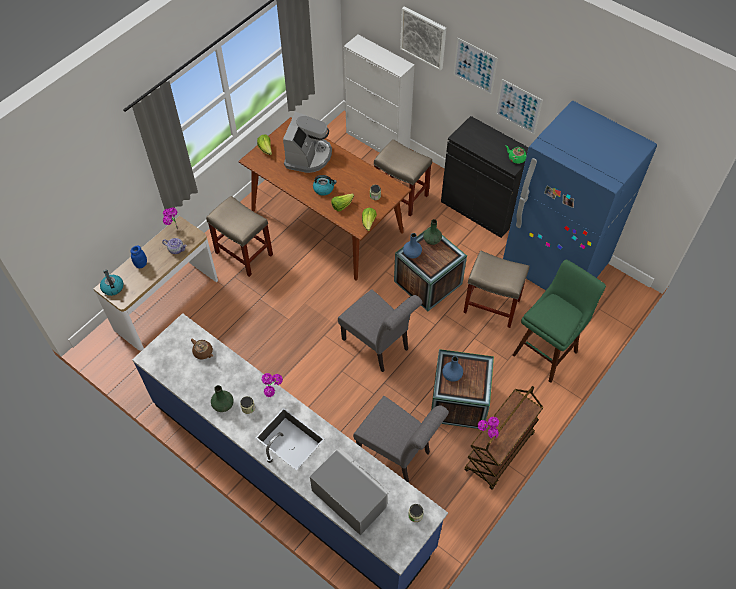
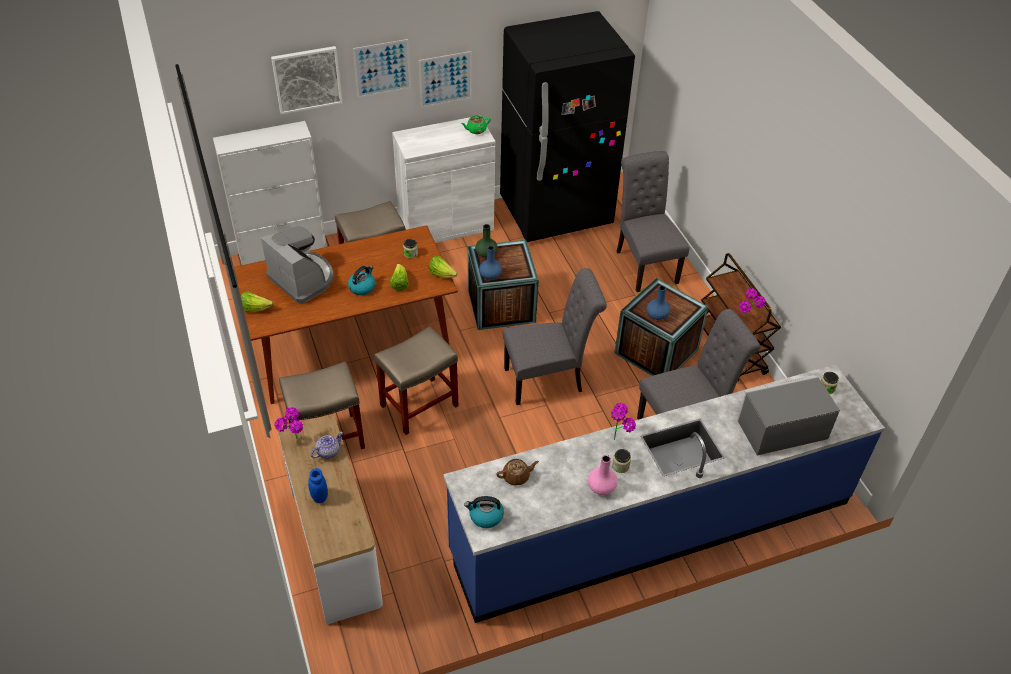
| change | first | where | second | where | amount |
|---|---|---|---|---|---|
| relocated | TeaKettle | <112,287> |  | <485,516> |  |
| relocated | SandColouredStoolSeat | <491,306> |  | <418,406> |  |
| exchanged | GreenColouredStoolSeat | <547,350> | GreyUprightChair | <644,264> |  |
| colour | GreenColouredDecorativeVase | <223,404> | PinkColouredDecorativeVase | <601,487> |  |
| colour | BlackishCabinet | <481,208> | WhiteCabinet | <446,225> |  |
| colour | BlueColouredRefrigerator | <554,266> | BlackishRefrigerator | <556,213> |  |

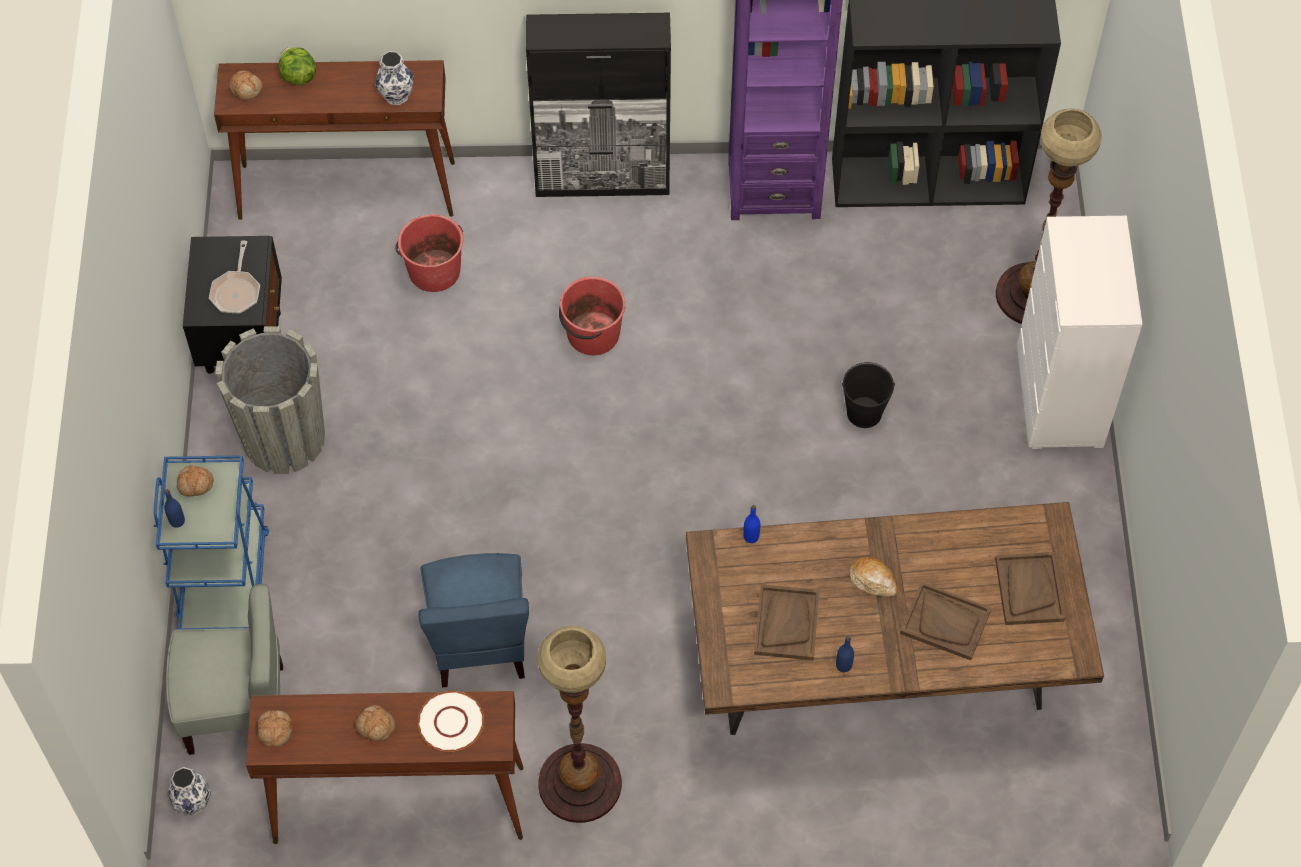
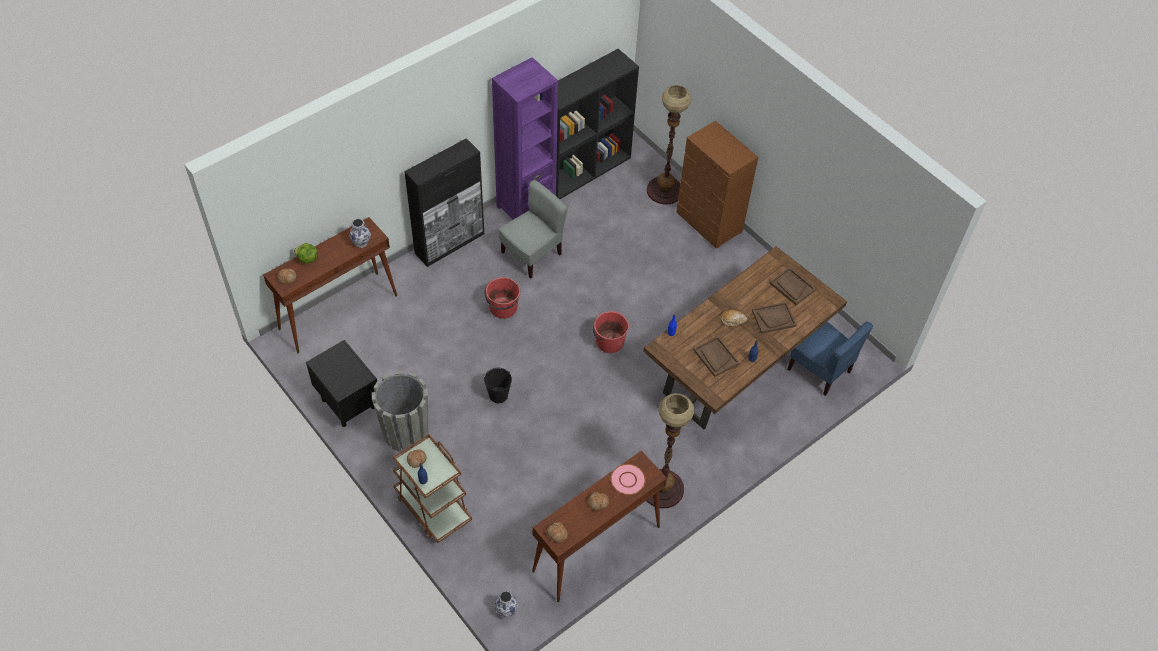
| change | first | where | second | where | amount |
|---|---|---|---|---|---|
| missing | FryingPan | <236,291> |  |  |  |
| relocated | GreyUprightChair | <237,707> |  | <532,254> |  |
| relocated | RedColouredPail | <434,270> |  | <609,342> |  |
| relocated | BlueColouredUprightChair | <479,642> |  | <820,370> |  |
| relocated | BlackishPail | <864,413> |  | <498,395> |  |
| colour | BlueColouredTrolley | <225,577> | BrownColouredTrolley | <433,507> |  |
| colour | WhiteDinnerPlate | <450,722> | PinkColouredDinnerPlate | <628,480> |  |
| colour | WhiteChestOfDrawers | <1059,397> | BrownColouredChestOfDrawers | <709,223> |  |

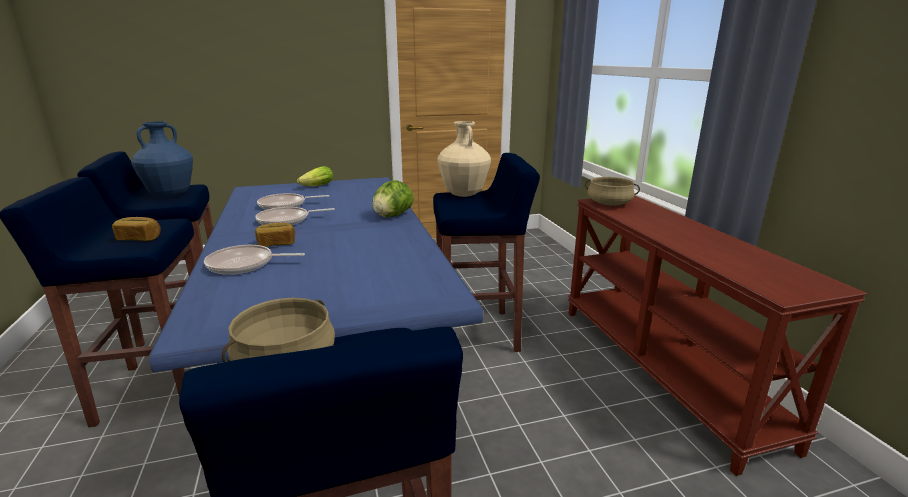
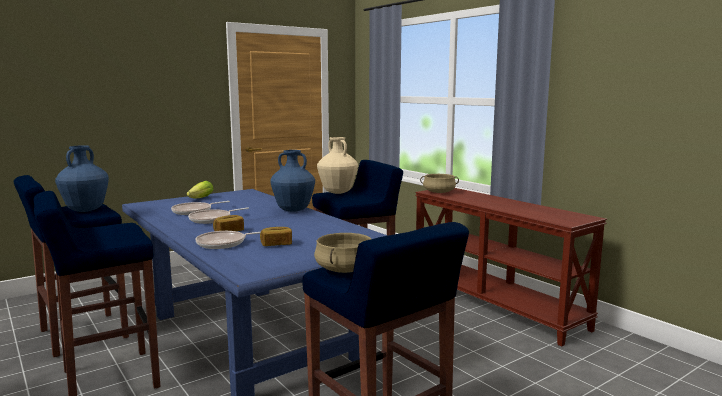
| change | first | where | second | where | amount |
|---|---|---|---|---|---|
| relocated | BakeryBread | <140,238> |  | <276,244> |  |
| exchanged | LettuceHead | <392,216> | BlueColouredDecorativeVase | <293,210> |  |

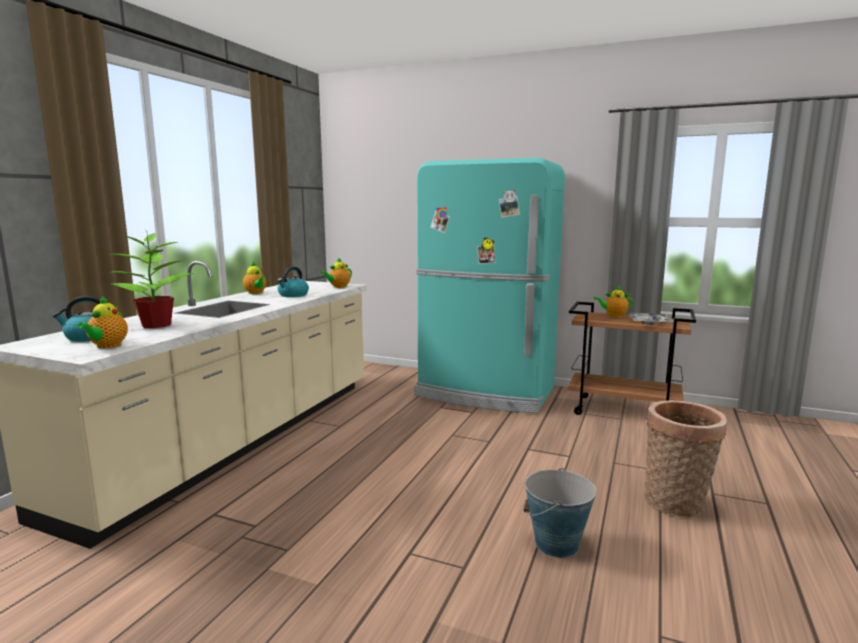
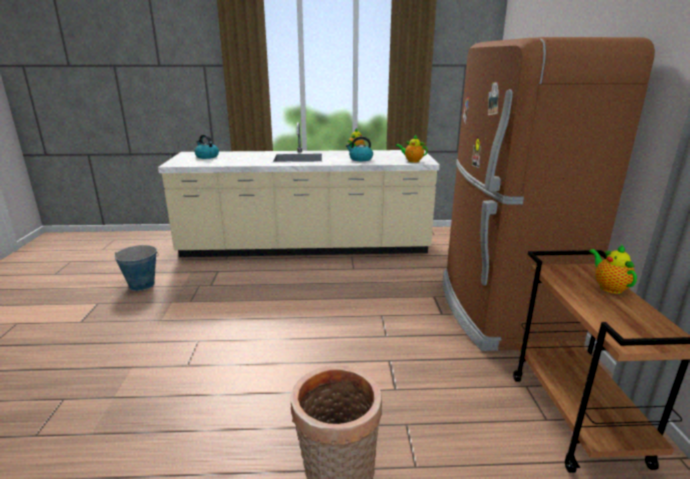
| change | first | where | second | where | amount |
|---|---|---|---|---|---|
| missing | TeaPot | <107,346> |  |  |  |
| missing | Houseplant | <155,325> |  |  |  |
| missing | Tray | <649,323> |  |  |  |
| relocated | Pail | <556,544> |  | <141,285> |  |
| colour | TurquoiseRefrigerator | <486,392> | BrownColouredRefrigerator | <501,310> |  |

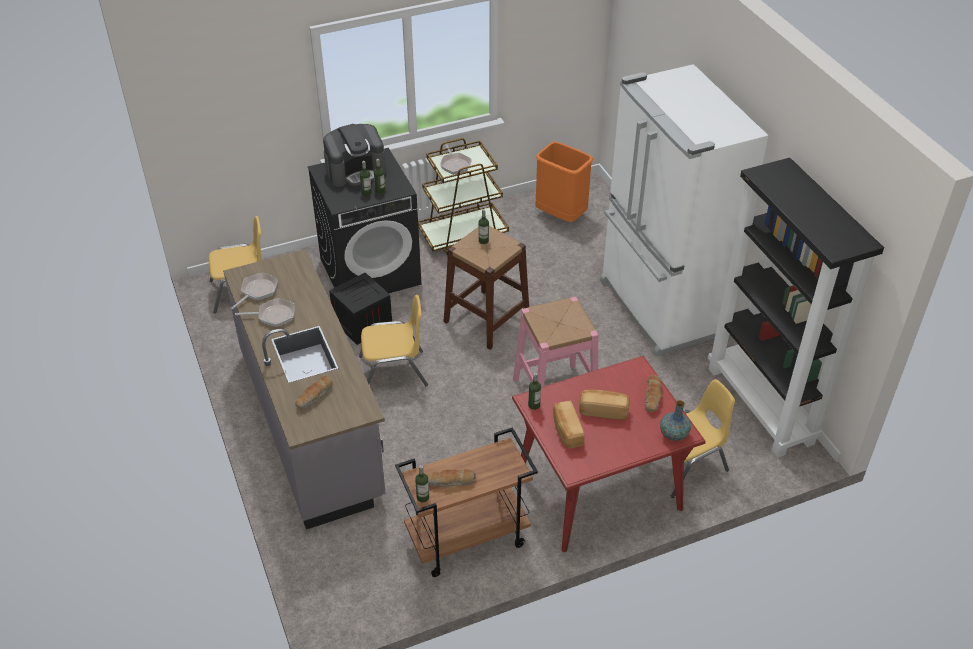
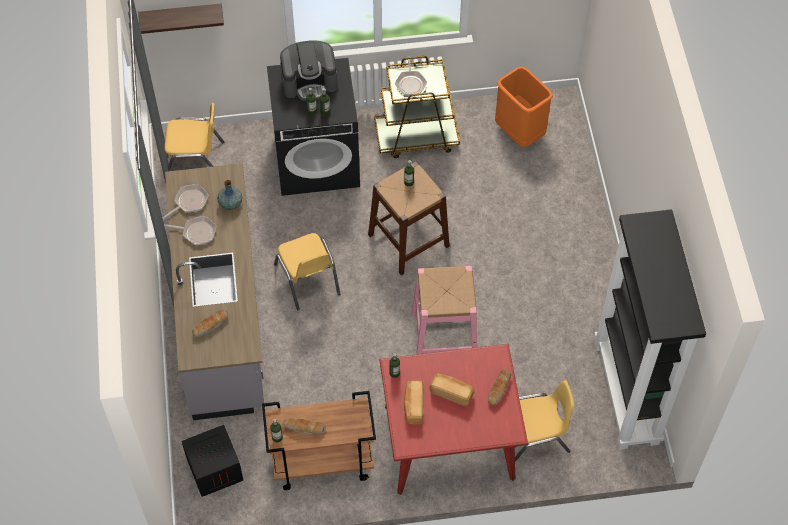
| change | first | where | second | where | amount |
|---|---|---|---|---|---|
| missing | WhiteRefrigerator | <659,308> |  |  |  |
| appeared |  |  | Shelf | <181,17> |  |
| relocated | Crate | <362,324> |  | <214,470> |  |
| relocated | DecorativeVase | <673,434> |  | <230,203> |  |
| spun | YellowUprightChair | <393,372> |  | <307,279> | 60 degrees clockwise |

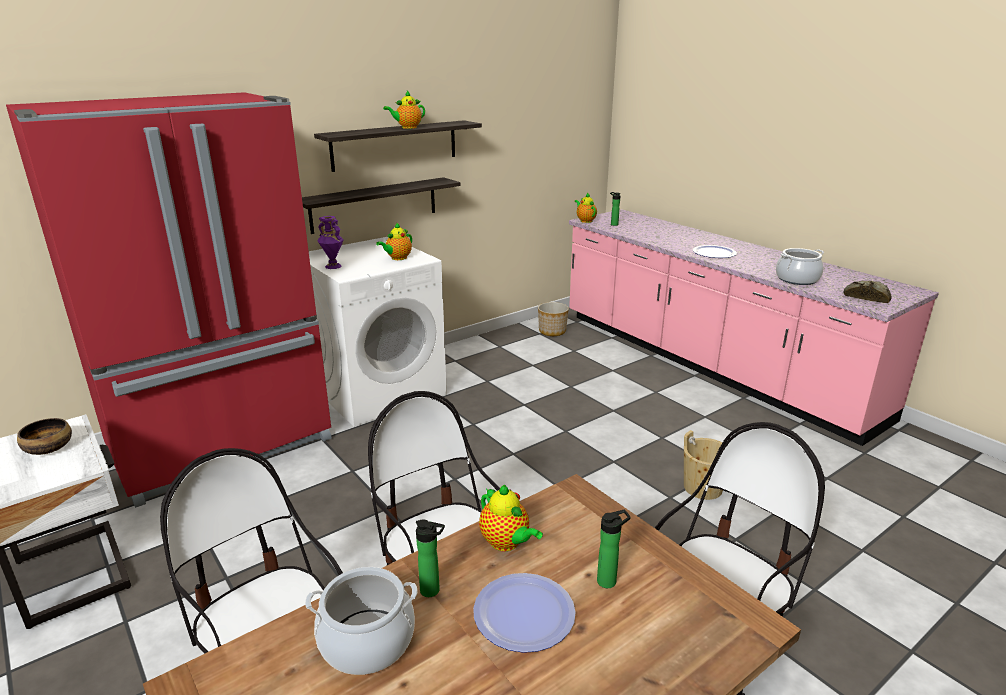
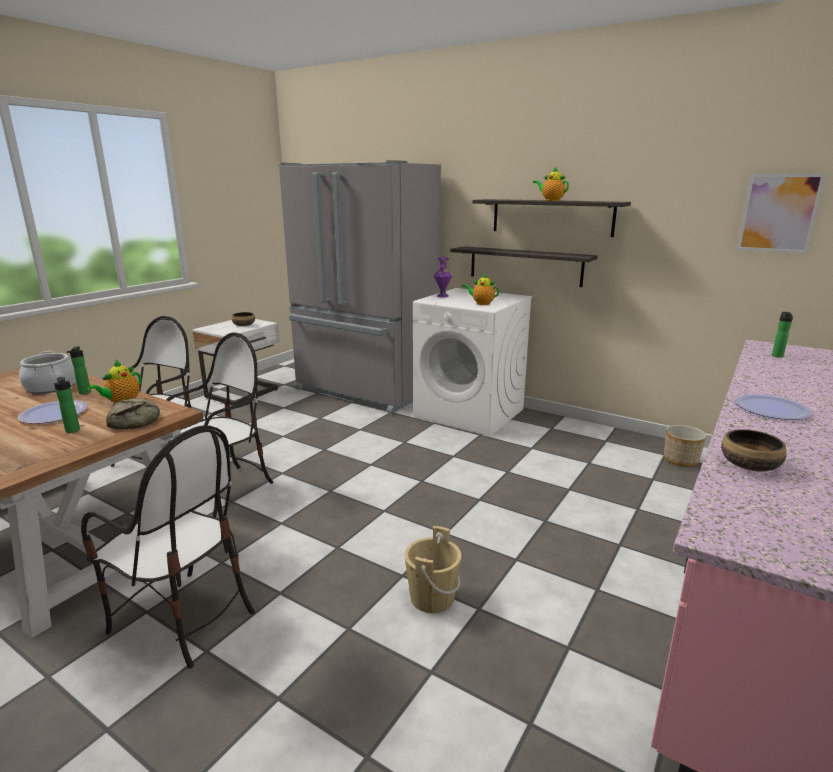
| change | first | where | second | where | amount |
|---|---|---|---|---|---|
| missing | TeaPot | <585,220> |  |  |  |
| appeared |  |  | WallPicture | <778,213> |  |
| relocated | BakeryBread | <866,297> |  | <136,420> |  |
| exchanged | Stockpot | <797,279> | ServingBowl | <750,465> |  |
| colour | RedColouredRefrigerator | <224,445> | GreyRefrigerator | <365,390> |  |

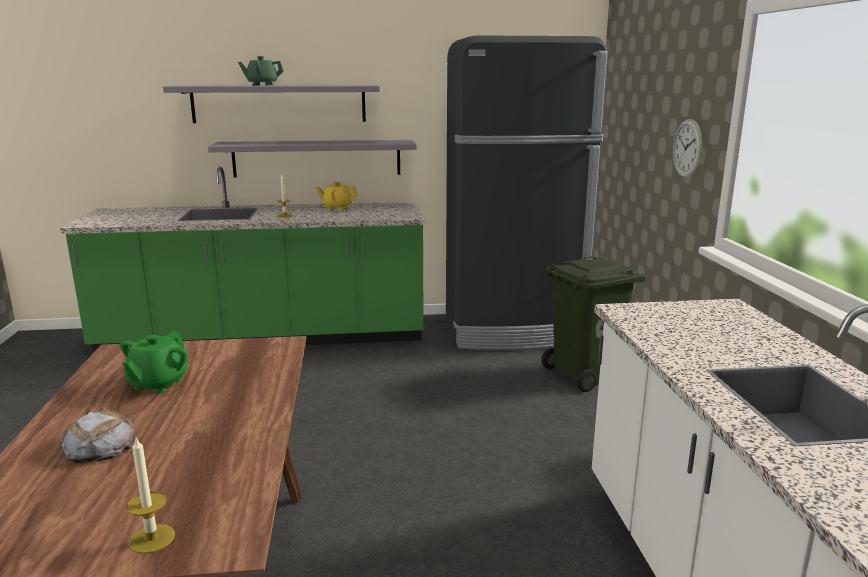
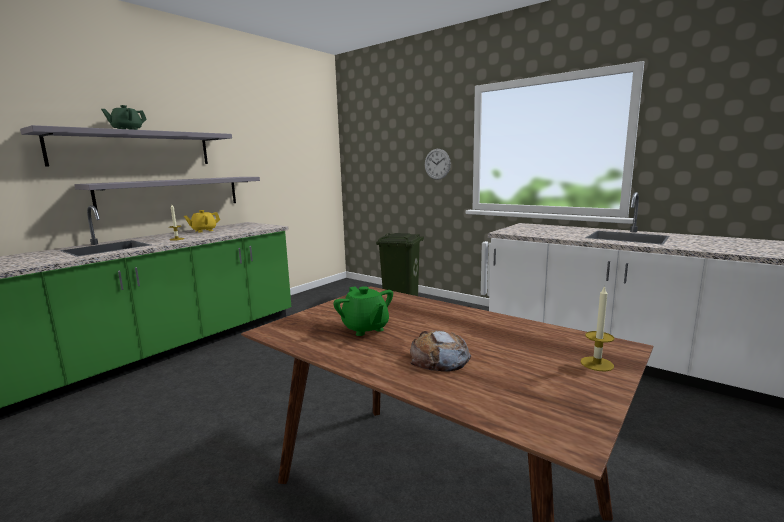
| change | first | where | second | where | amount |
|---|---|---|---|---|---|
| missing | BlackishRefrigerator | <514,330> |  |  |  |

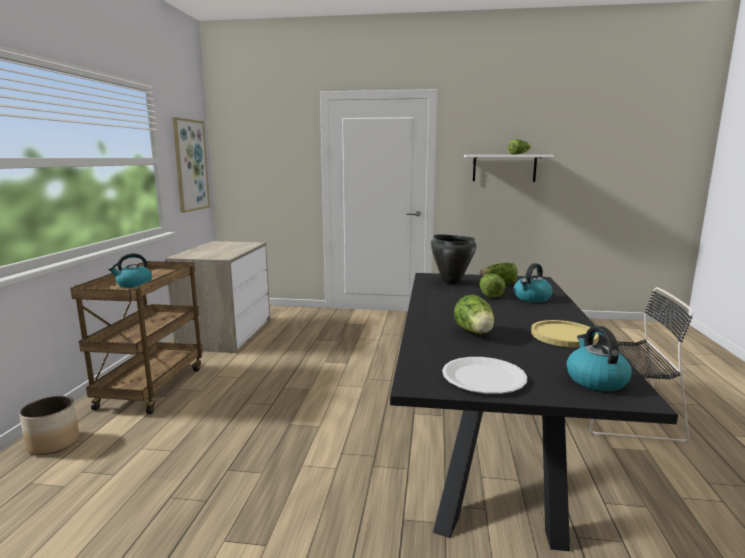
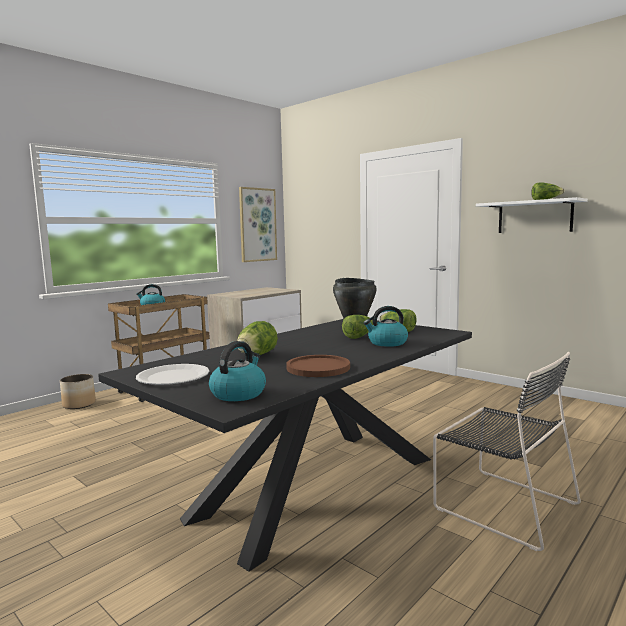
| change | first | where | second | where | amount |
|---|---|---|---|---|---|
| colour | YellowDinnerPlate | <563,335> | BrownColouredDinnerPlate | <318,368> |  |

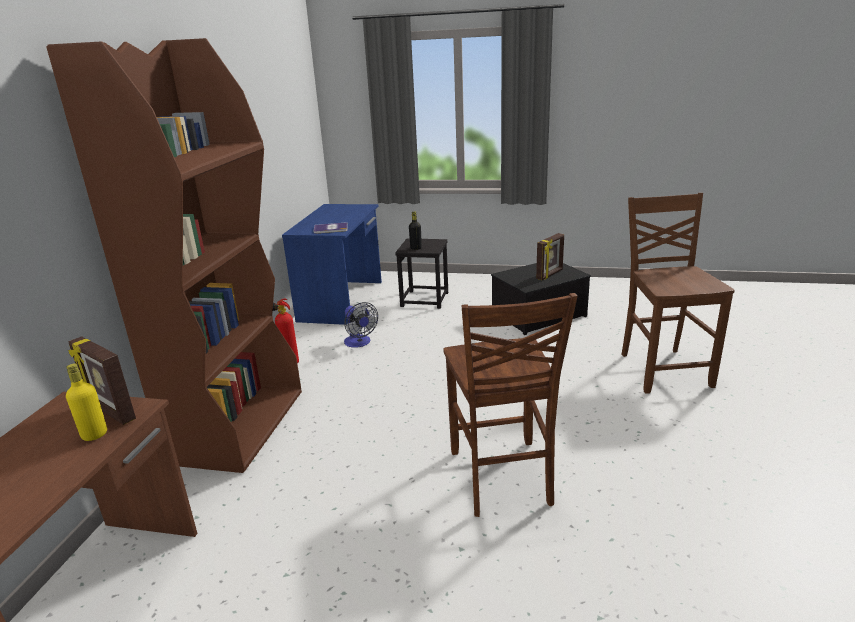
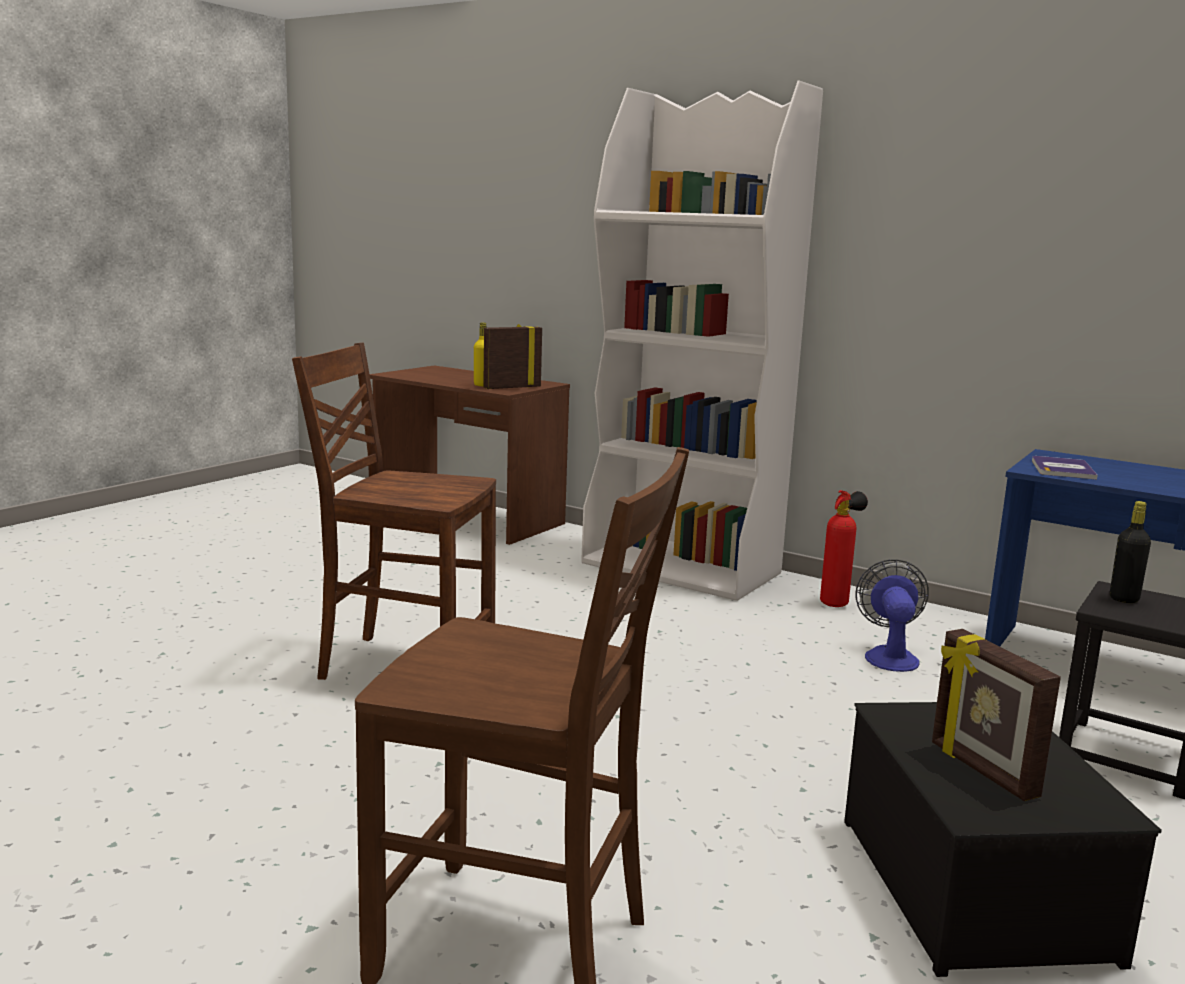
| change | first | where | second | where | amount |
|---|---|---|---|---|---|
| colour | BrownColouredShelvingUnit | <238,425> | WhiteShelvingUnit | <683,568> |  |
| spun | ElectricFan | <359,343> |  | <889,656> | 105 degrees clockwise |

